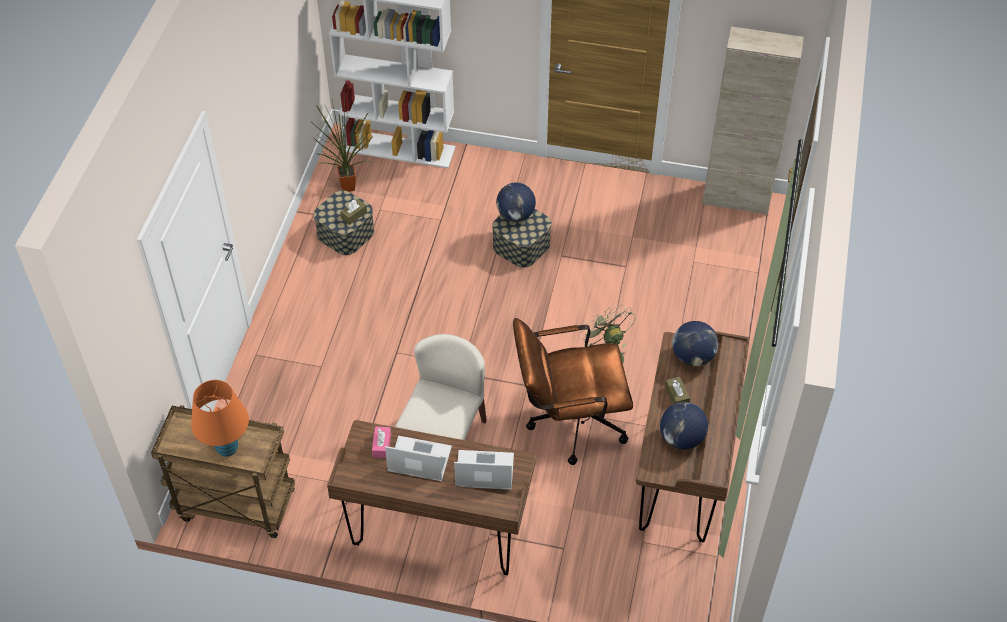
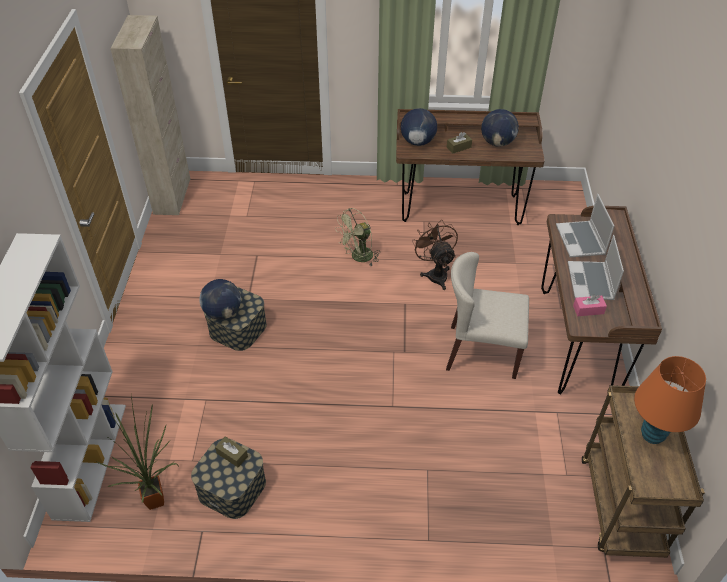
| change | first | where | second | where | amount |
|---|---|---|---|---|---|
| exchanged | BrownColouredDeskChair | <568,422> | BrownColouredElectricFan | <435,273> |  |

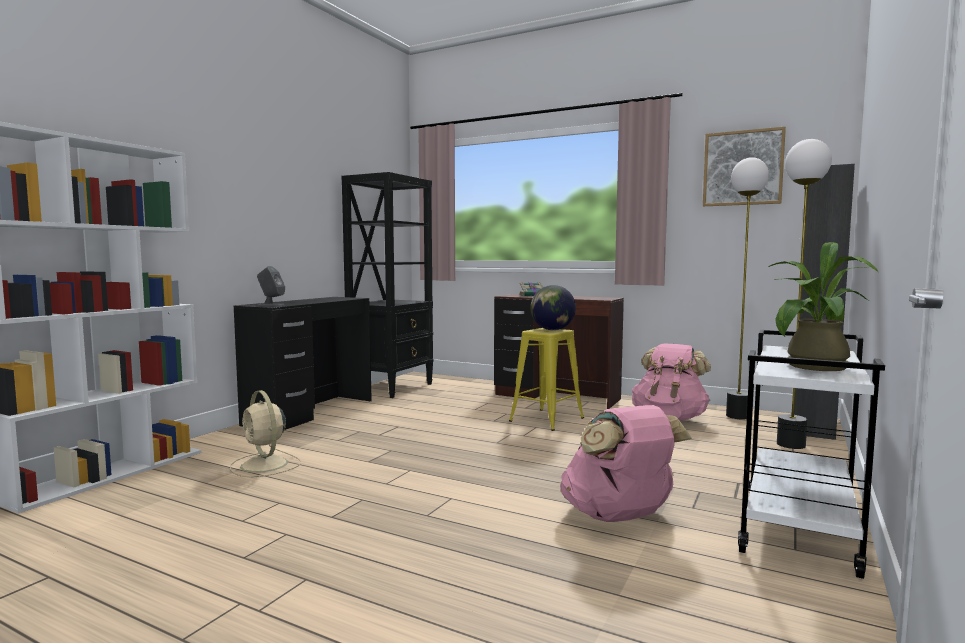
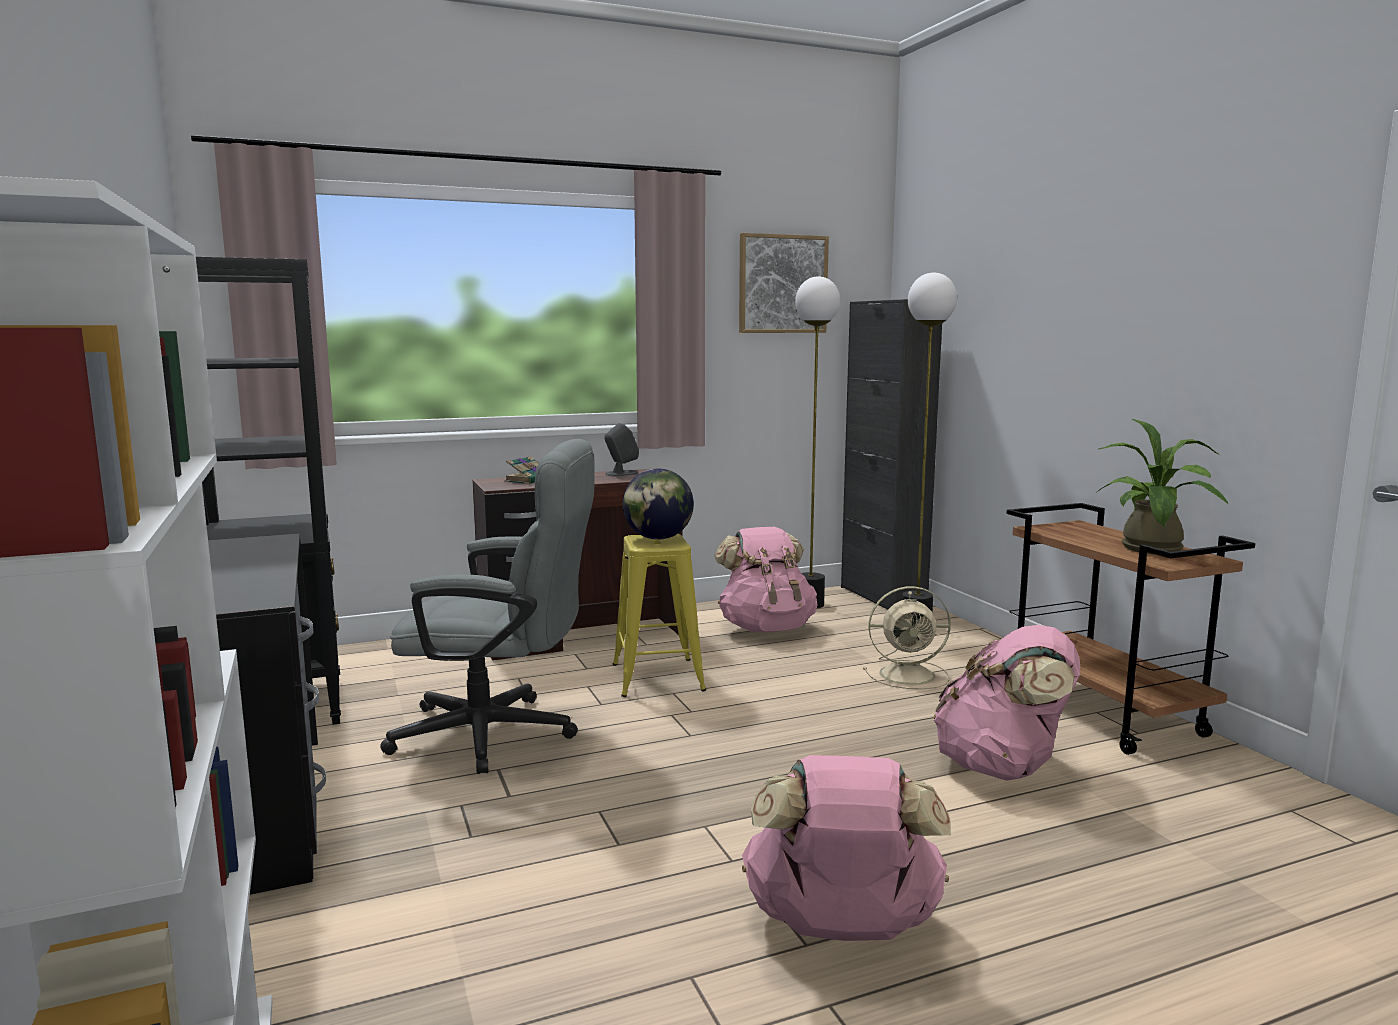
| change | first | where | second | where | amount |
|---|---|---|---|---|---|
| appeared |  |  | GreyDeskChair | <501,734> |  |
| appeared |  |  | PinkColouredRucksack | <841,928> |  |
| relocated | SandColouredElectricFan | <265,465> |  | <909,675> |  |
| relocated | GreyAudioSpeaker | <271,305> |  | <621,474> |  |
| colour | WhiteTrolley | <800,531> | BrownColouredTrolley | <1105,714> |  |

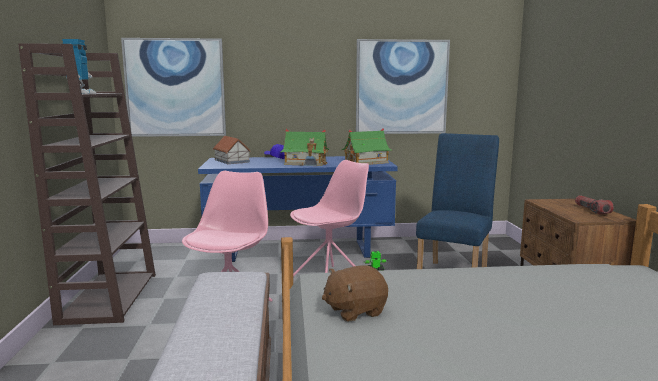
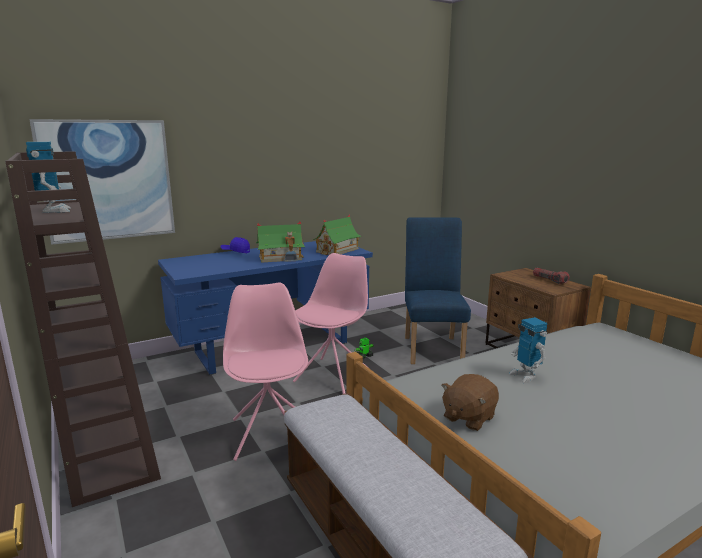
| change | first | where | second | where | amount |
|---|---|---|---|---|---|
| missing | MiniatureHouse | <231,161> |  |  |  |
| missing | WallPicture | <401,87> |  |  |  |
| appeared |  |  | ToyRobot | <525,376> |  |

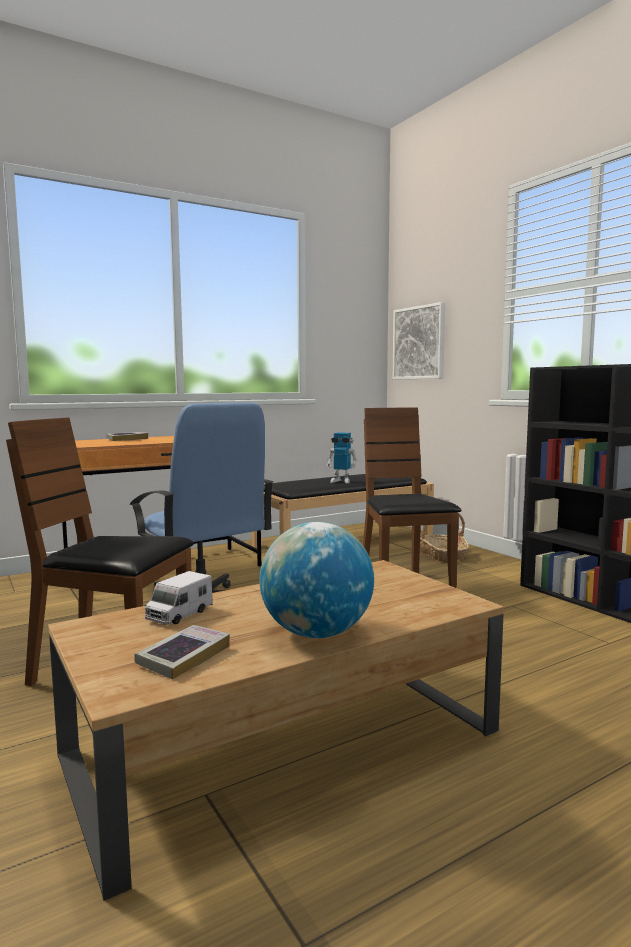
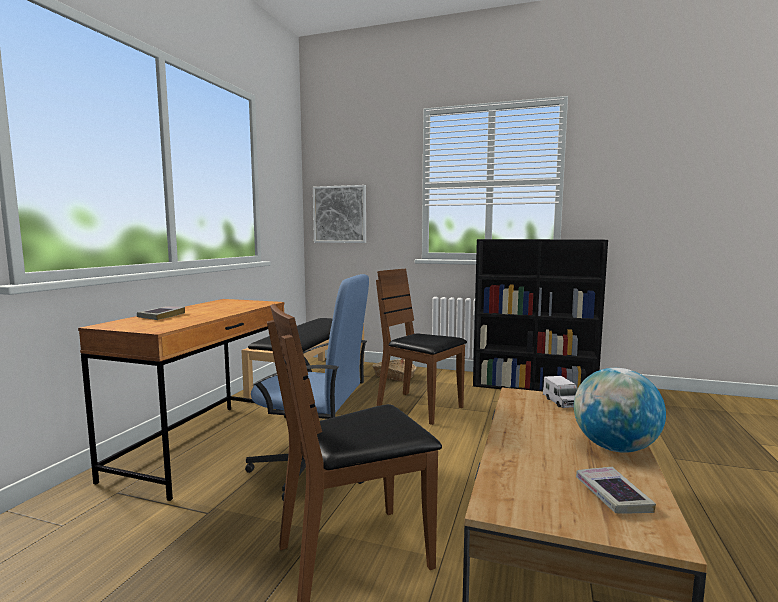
| change | first | where | second | where | amount |
|---|---|---|---|---|---|
| missing | ToyRobot | <341,481> |  |  |  |
| relocated | ModelTruck | <179,614> |  | <561,402> |  |

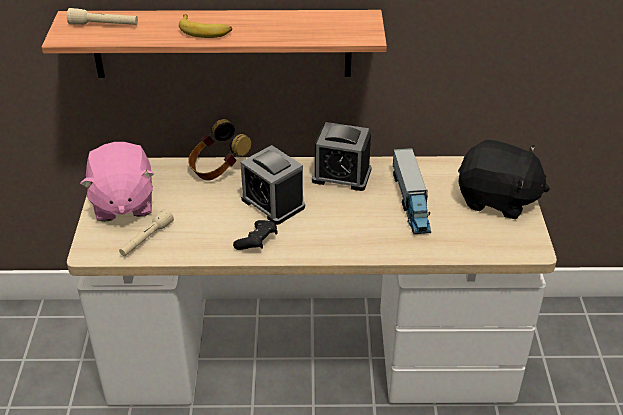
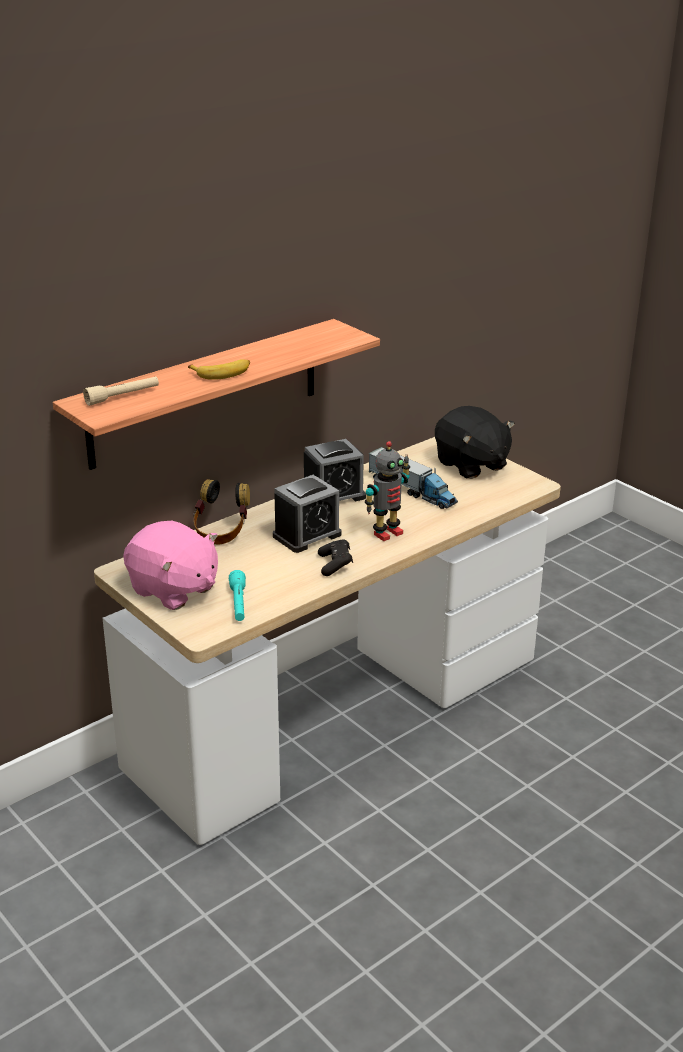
| change | first | where | second | where | amount |
|---|---|---|---|---|---|
| appeared |  |  | ToyRobot | <386,533> |  |
| colour | SandColouredTorch | <146,239> | TurquoiseTorch | <238,603> |  |
| spun | BedsideClock | <273,203> |  | <307,535> | 45 degrees counterclockwise |
| spun | BlackishCuddlyToy | <497,200> |  | <471,465> | 75 degrees clockwise |

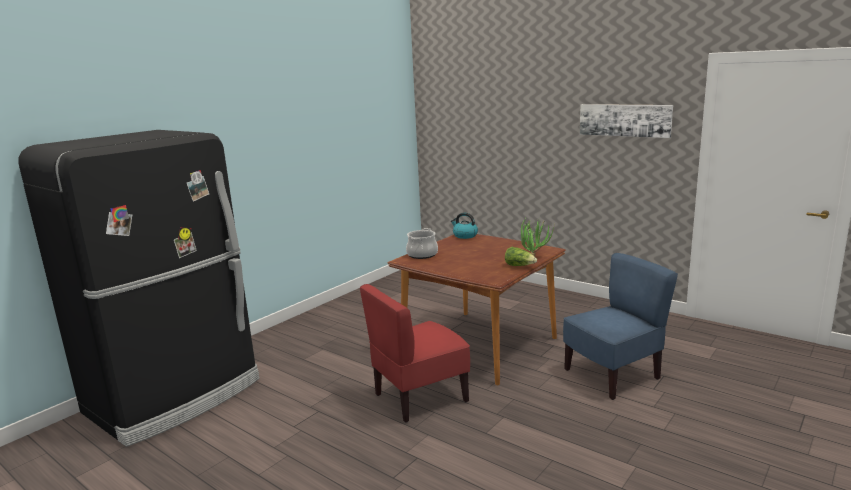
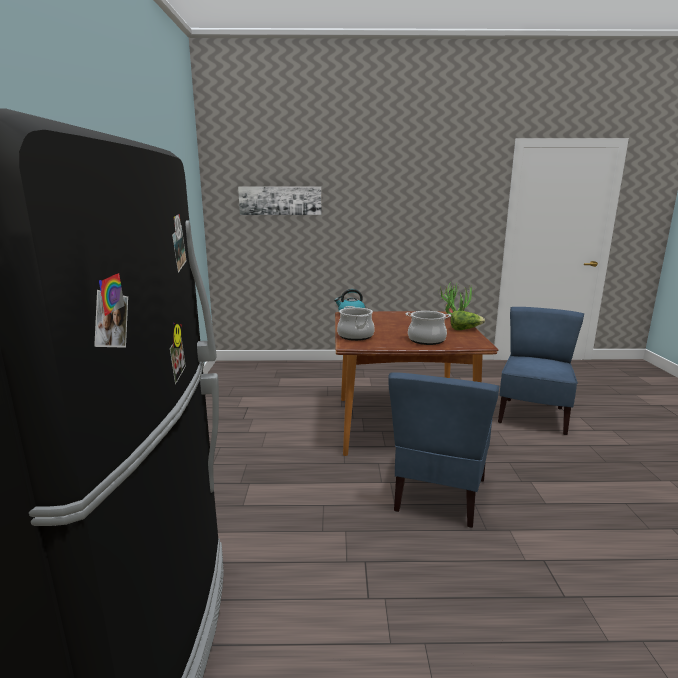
| change | first | where | second | where | amount |
|---|---|---|---|---|---|
| appeared |  |  | Stockpot | <426,340> |  |
| relocated | WallPicture | <624,120> |  | <280,200> |  |
| colour | RedColouredUprightChair | <420,397> | BlueColouredUprightChair | <438,495> |  |

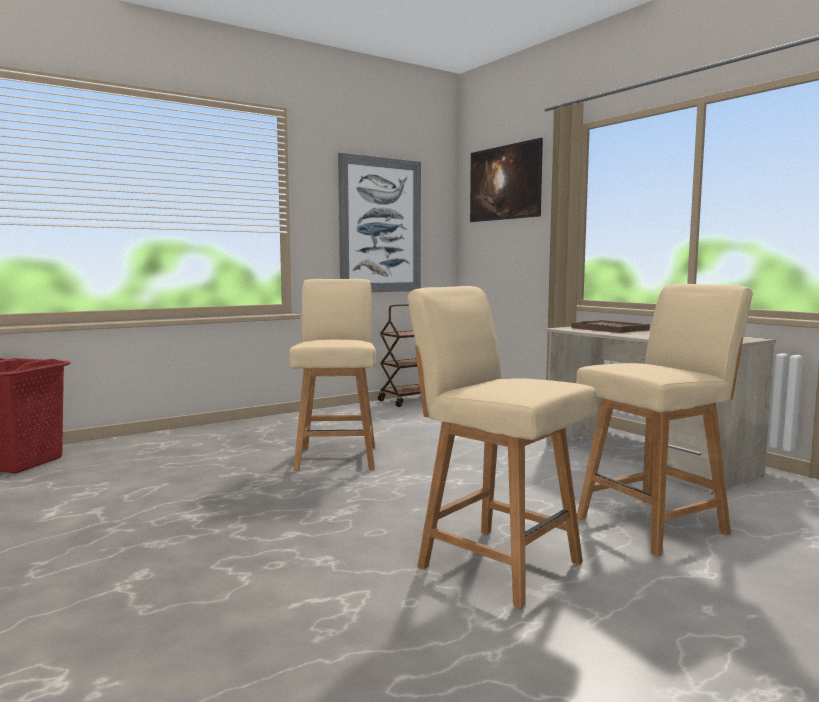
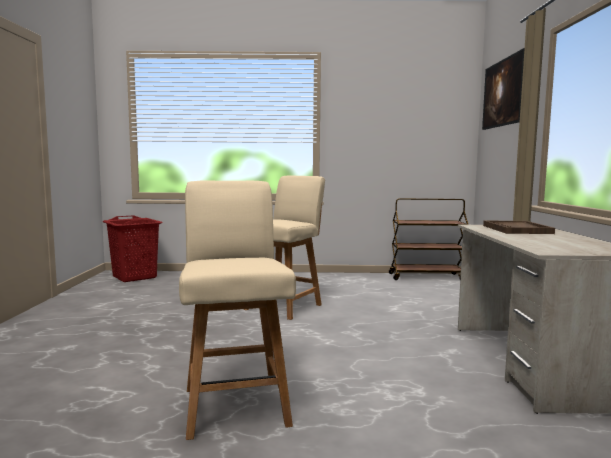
| change | first | where | second | where | amount |
|---|---|---|---|---|---|
| missing | WallPicture | <380,225> |  |  |  |
| missing | SandColouredUprightChair | <654,525> |  |  |  |

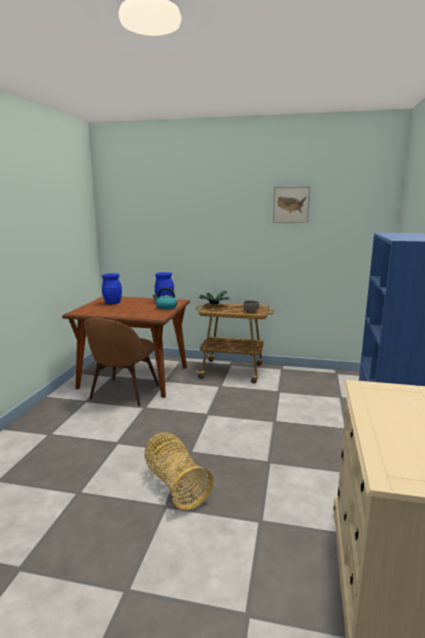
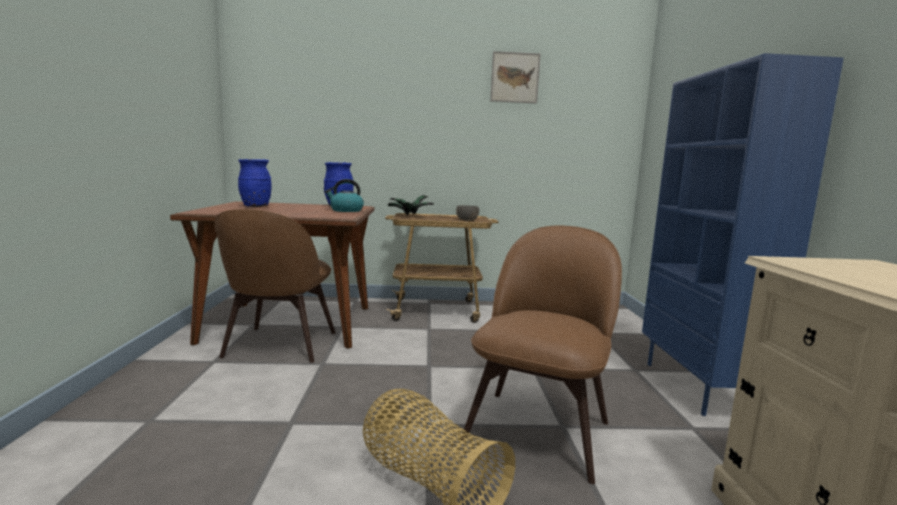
| change | first | where | second | where | amount |
|---|---|---|---|---|---|
| appeared |  |  | BrownColouredUprightChair | <539,428> |  |

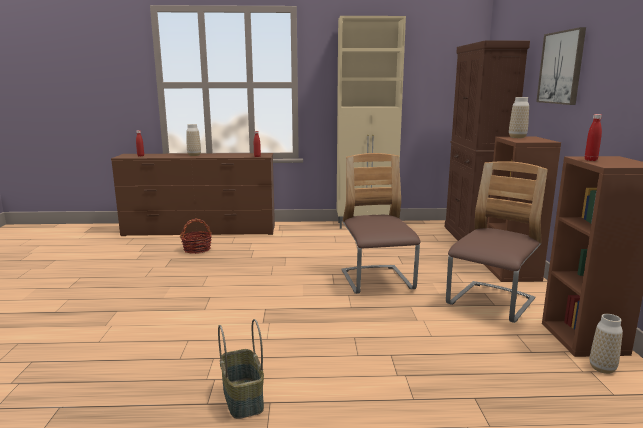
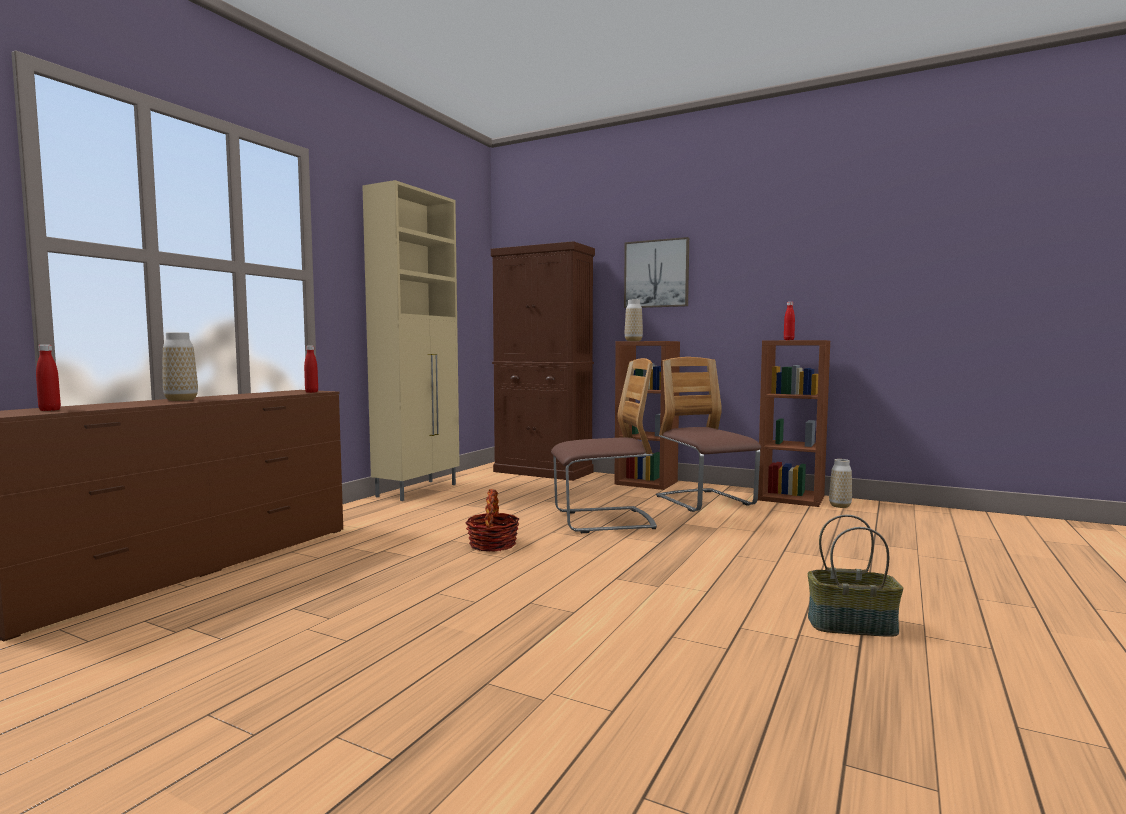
| change | first | where | second | where | amount |
|---|---|---|---|---|---|
| relocated | HouseholdBasket | <197,249> |  | <492,544> |  |
| spun | UprightChair | <376,281> |  | <603,521> | 150 degrees clockwise |

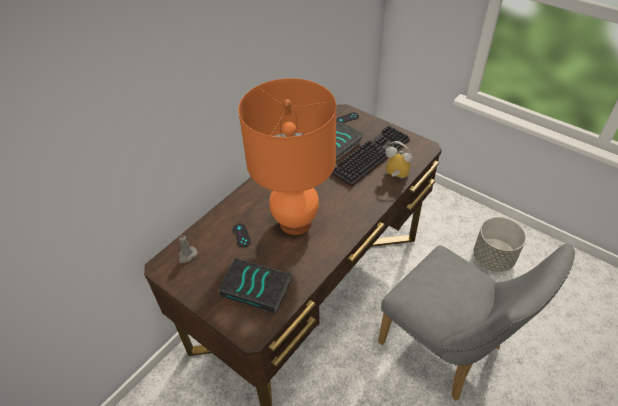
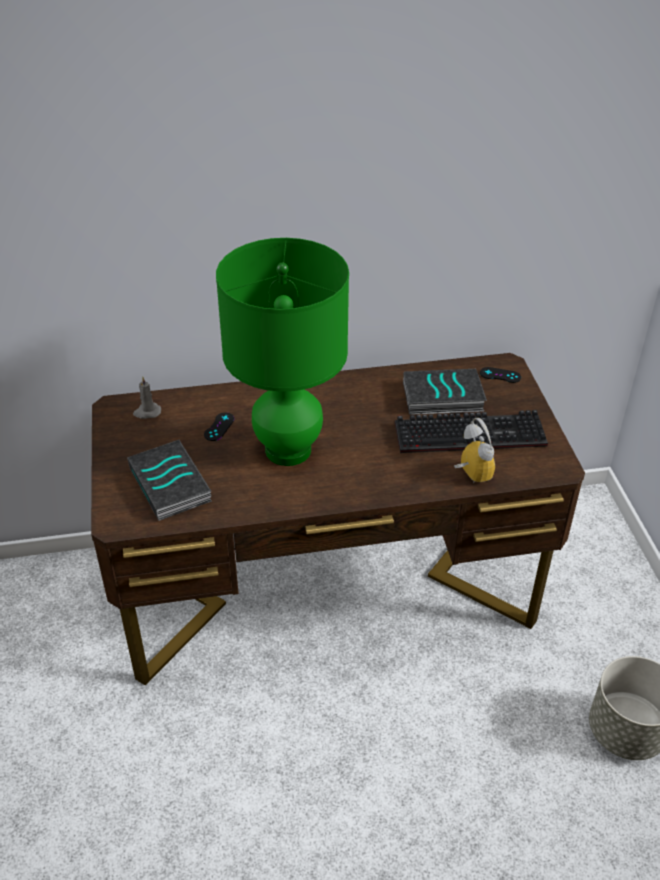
| change | first | where | second | where | amount |
|---|---|---|---|---|---|
| missing | GreyUprightChair | <447,349> |  |  |  |
| colour | OrangeTableLamp | <295,222> | GreenColouredTableLamp | <288,450> |  |

